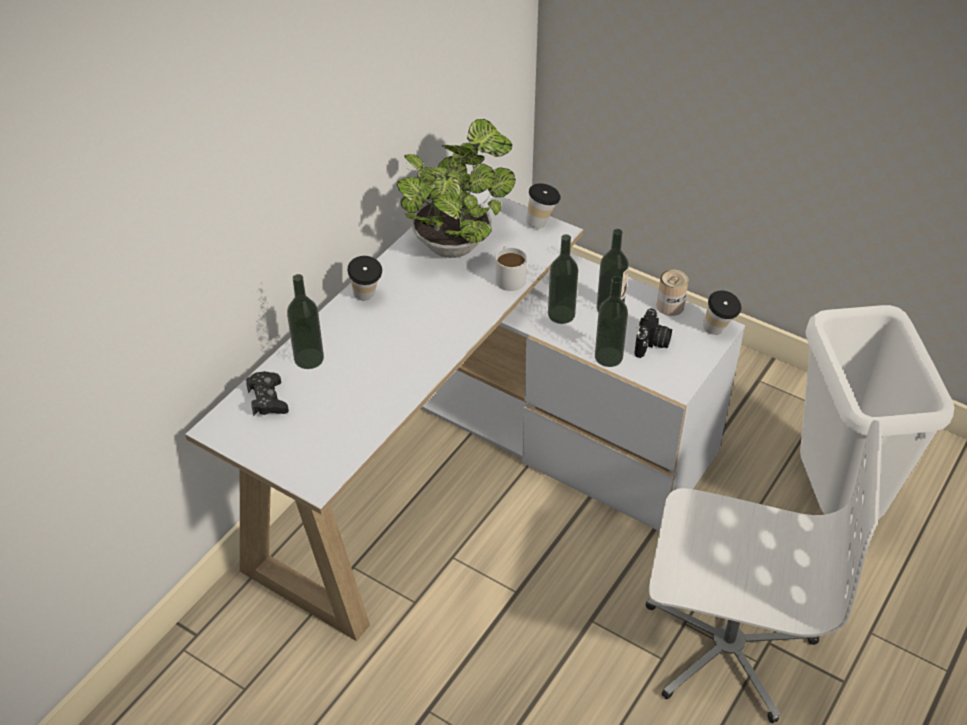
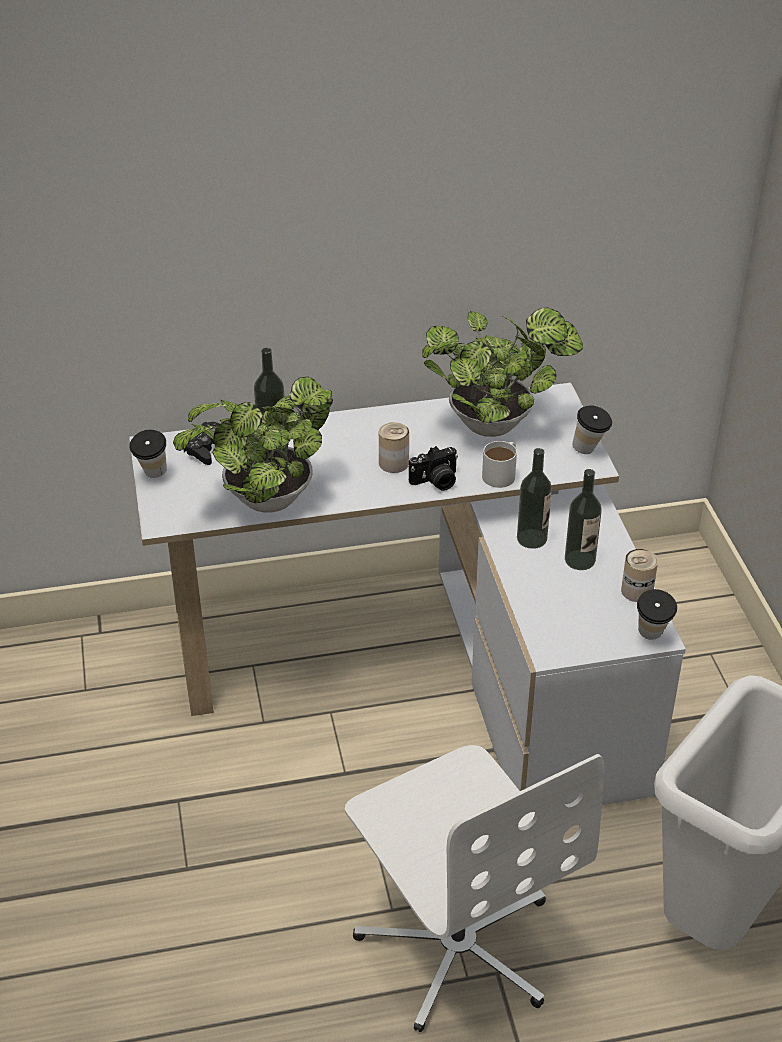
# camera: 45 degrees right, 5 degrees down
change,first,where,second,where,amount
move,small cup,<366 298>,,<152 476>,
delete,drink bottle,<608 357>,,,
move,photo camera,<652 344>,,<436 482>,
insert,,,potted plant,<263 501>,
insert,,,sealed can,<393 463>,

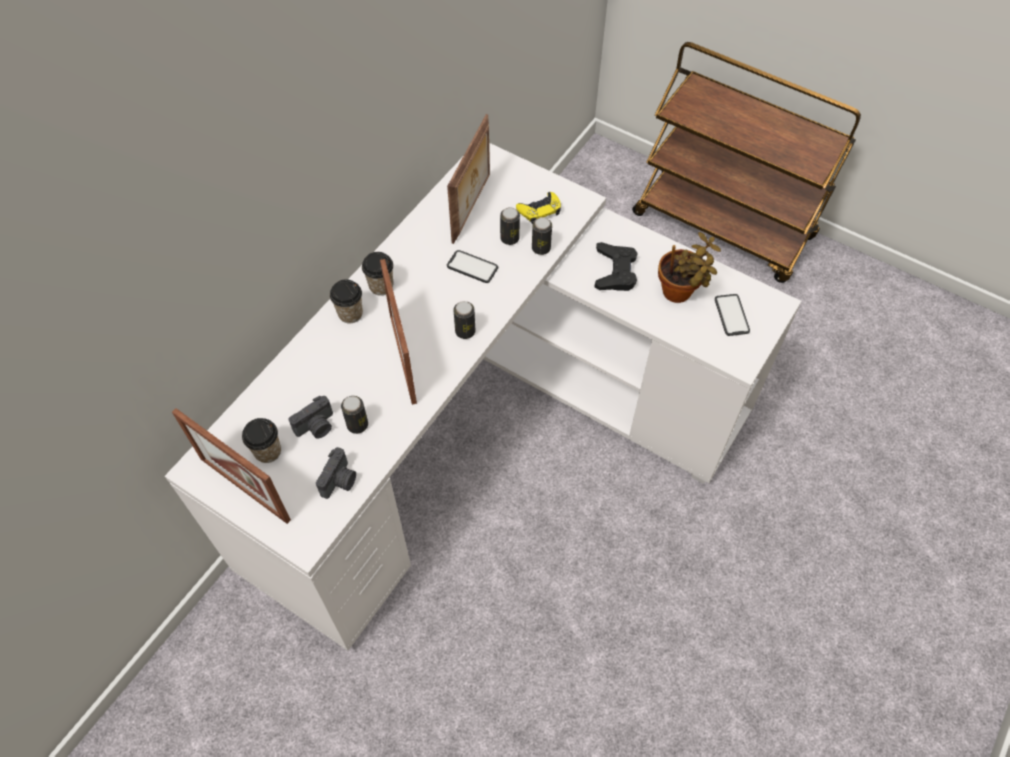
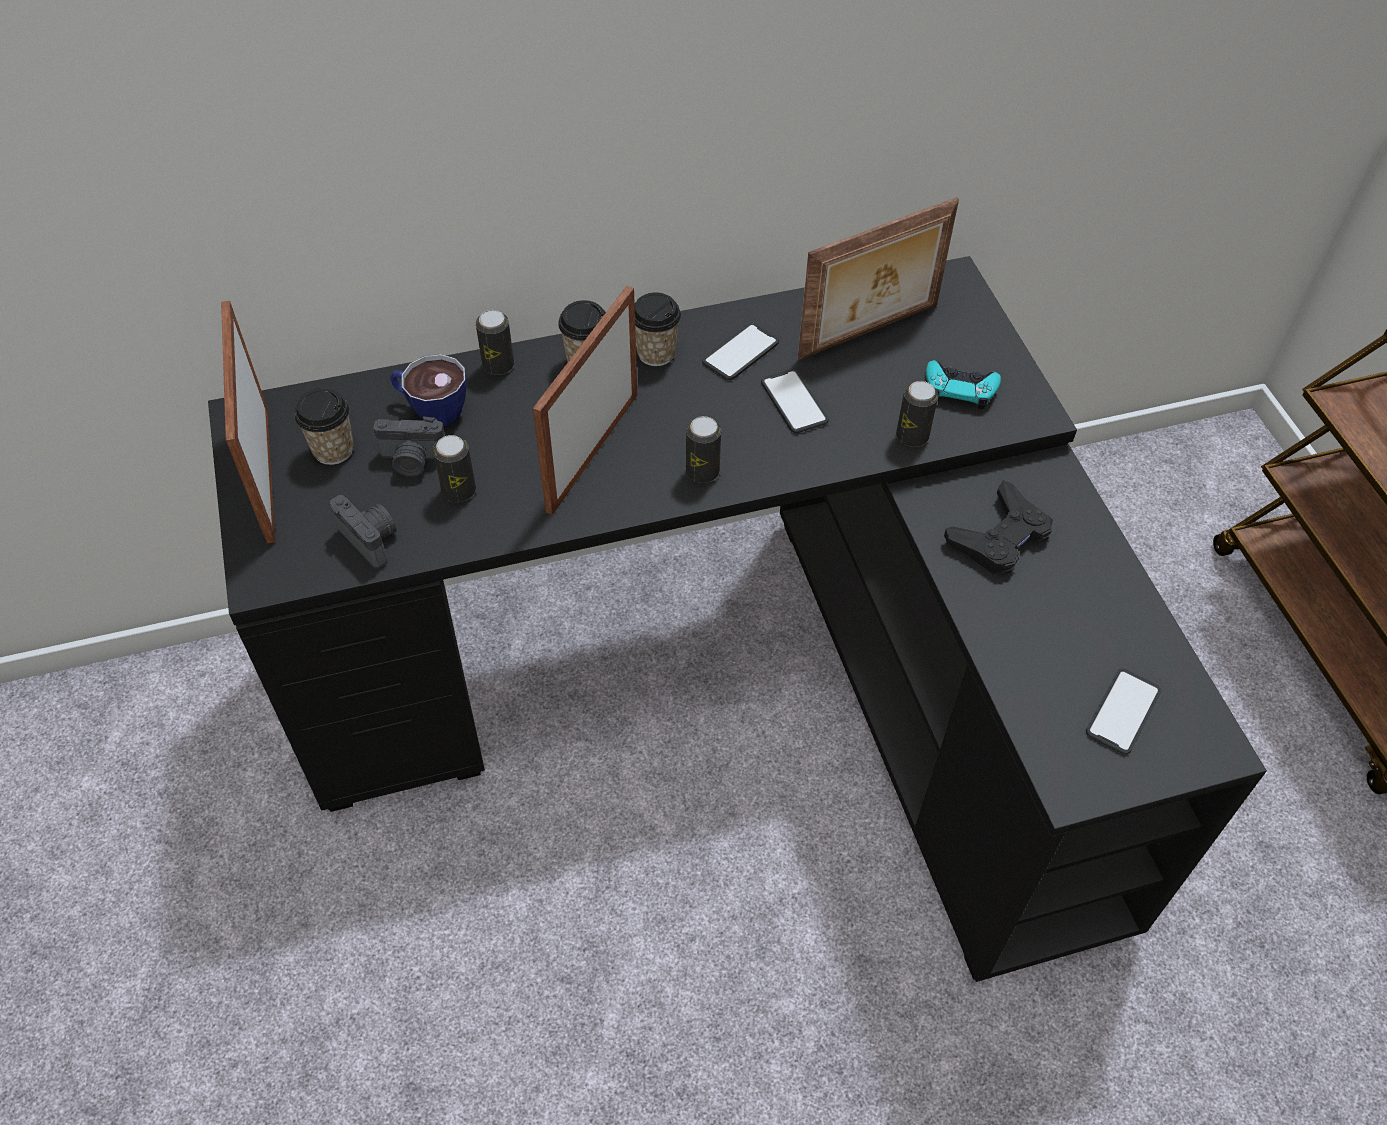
# camera: 40 degrees right, 5 degrees down
change,first,where,second,where,amount
recolor,white-coloured desk unit,<485 432>,black desk unit,<733 683>,
rotate,photo camera,<340 481>,,<371 539>,105 degrees counterclockwise
move,sealed can,<509 238>,,<498 365>,
recolor,yellow game controller,<539 210>,turquoise game controller,<960 389>,
delete,potted plant,<679 293>,,,
insert,,,small cup,<431 409>,
insert,,,telephone,<740 352>,

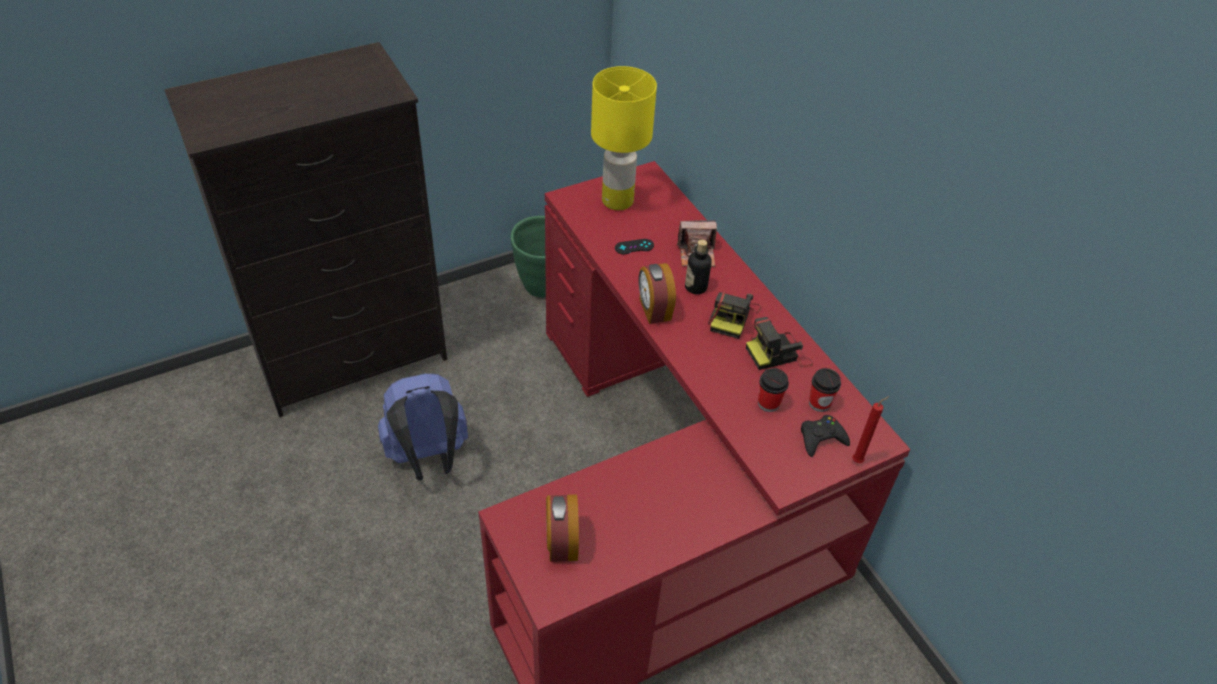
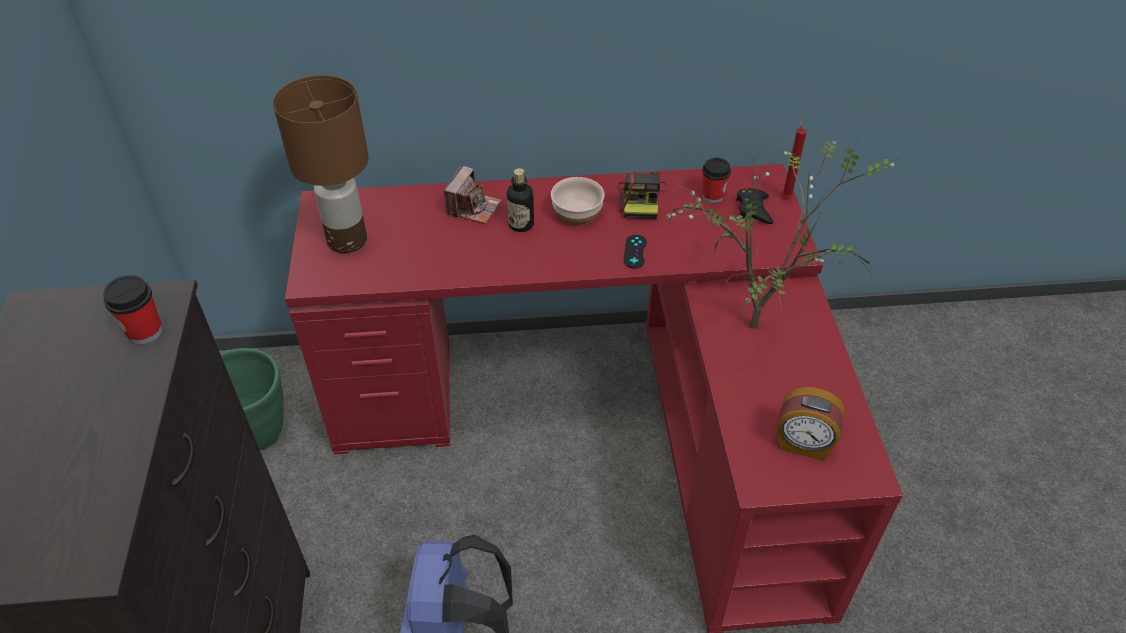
# camera: 65 degrees left, 0 degrees up
change,first,where,second,where,amount
recolor,yellow tabletop lamp,<617 201>,brown tabletop lamp,<348 241>,
move,black game controller,<634 247>,,<635 251>,
delete,bedside clock,<654 310>,,,
replace,photo camera,<732 317>,bowl,<577 213>,
move,small cup,<768 403>,,<145 332>,
insert,,,potted plant,<757 322>,

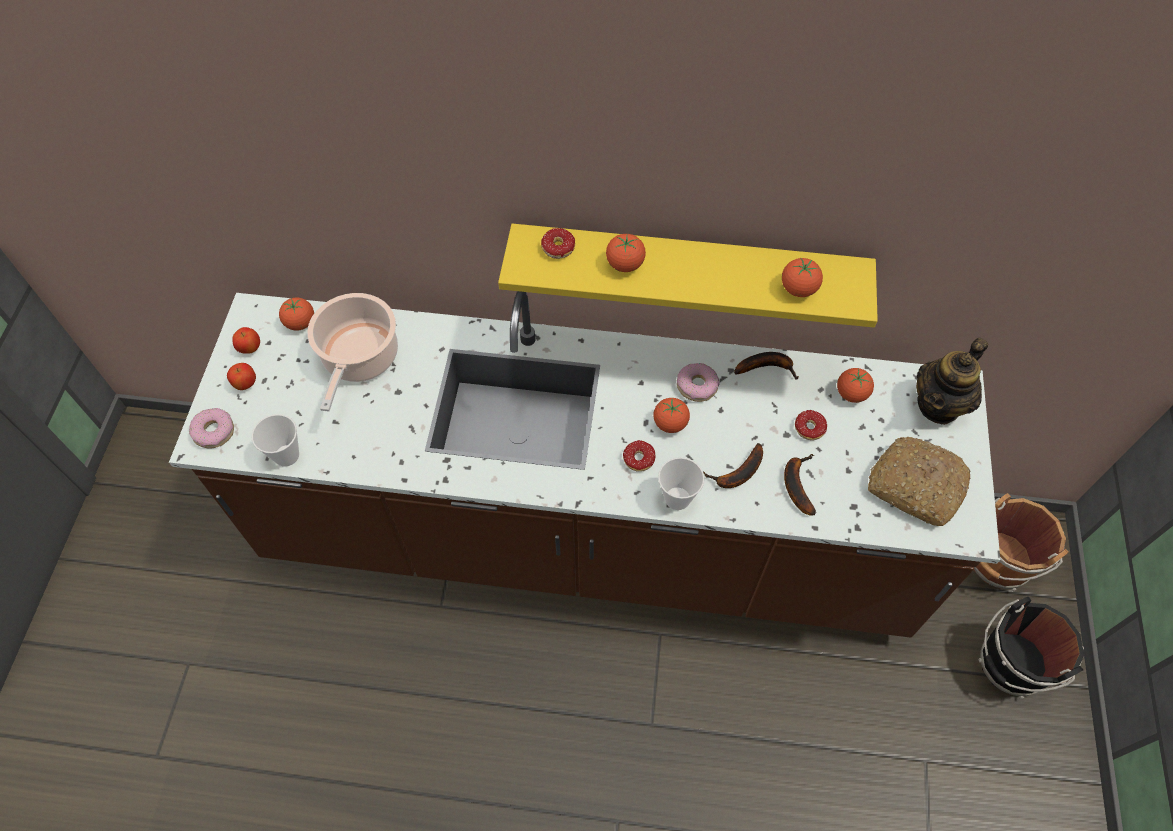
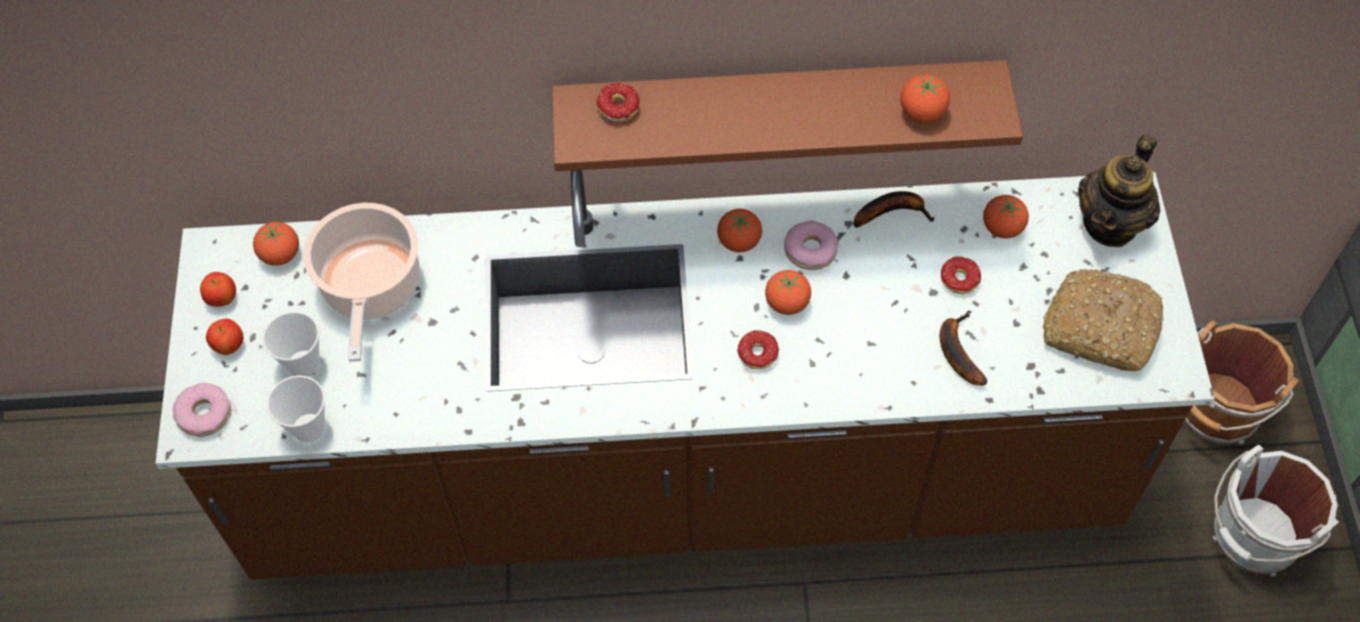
# camera: 10 degrees left, 0 degrees up
change,first,where,second,where,amount
recolor,yellow wall shelf,<687 269>,brown wall shelf,<777 107>,
move,fresh tomato,<625 264>,,<739 241>,
move,small cup,<677 498>,,<303 364>,
delete,banana,<737 474>,,,
recolor,black water bucket,<1009 666>,white-coloured water bucket,<1252 539>,

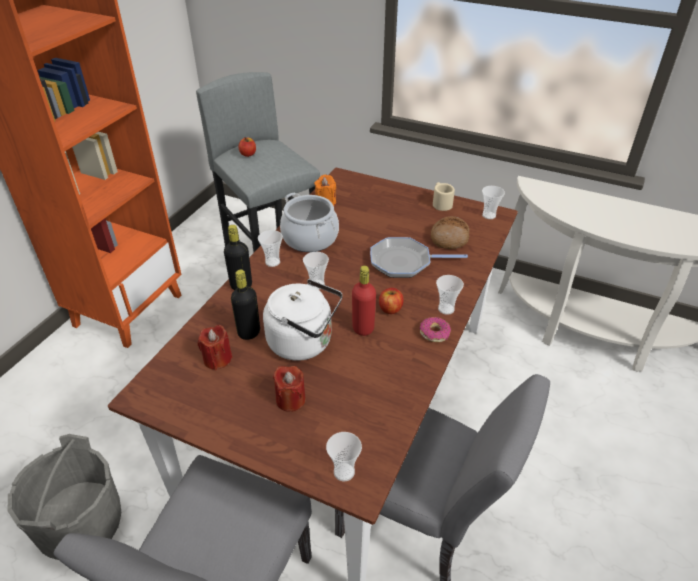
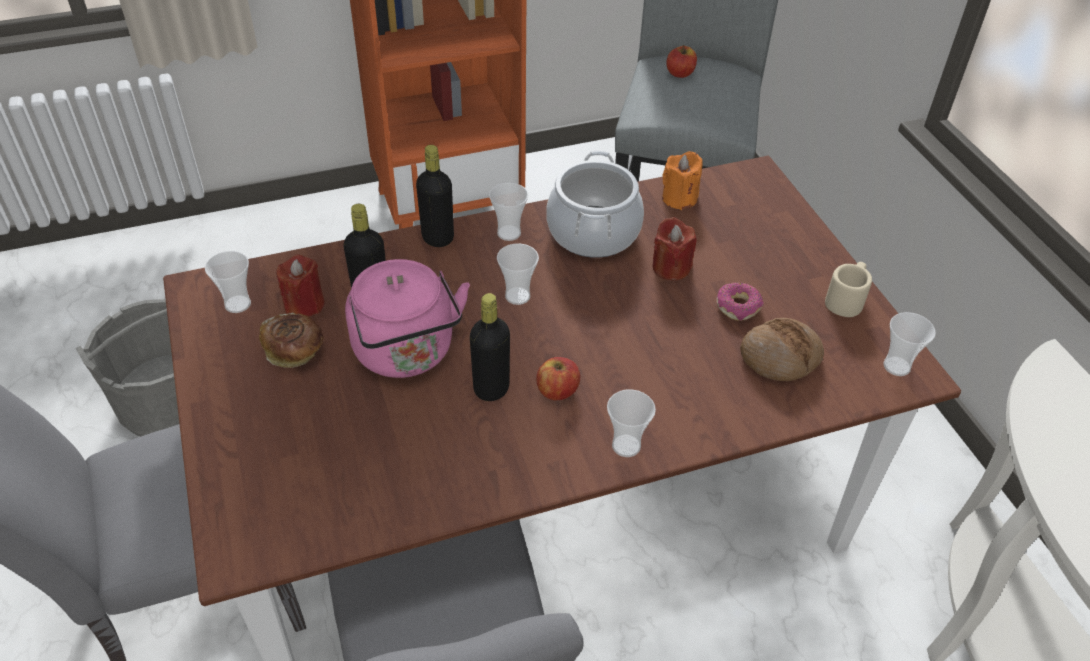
# camera: 45 degrees right, 5 degrees up
change,first,where,second,where,amount
recolor,white-coloured tea kettle,<304 342>,pink tea kettle,<407 354>,
move,red-coloured wax light,<290 400>,,<671 268>,
move,small cup,<344 472>,,<237 304>,
recolor,red-coloured drink bottle,<363 328>,black drink bottle,<491 388>,
delete,skillet,<404 262>,,,
move,ring doughnut,<434 333>,,<738 307>,
insert,,,baked bread,<295 351>,

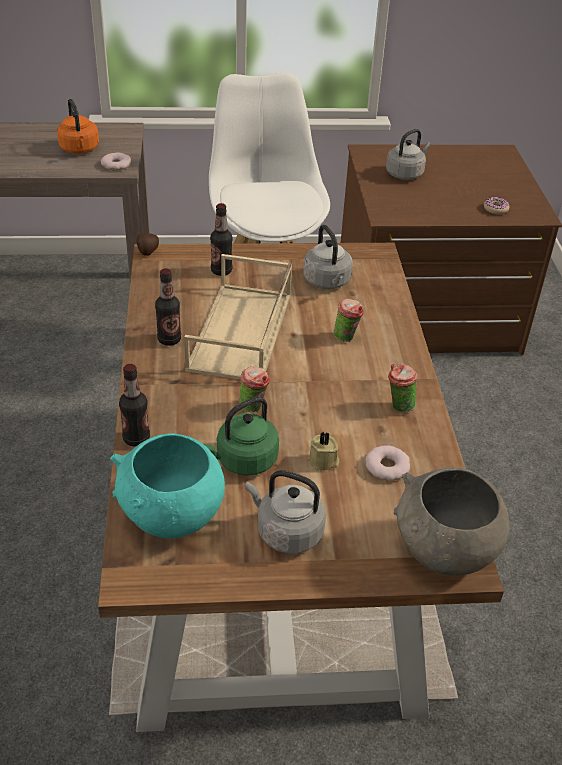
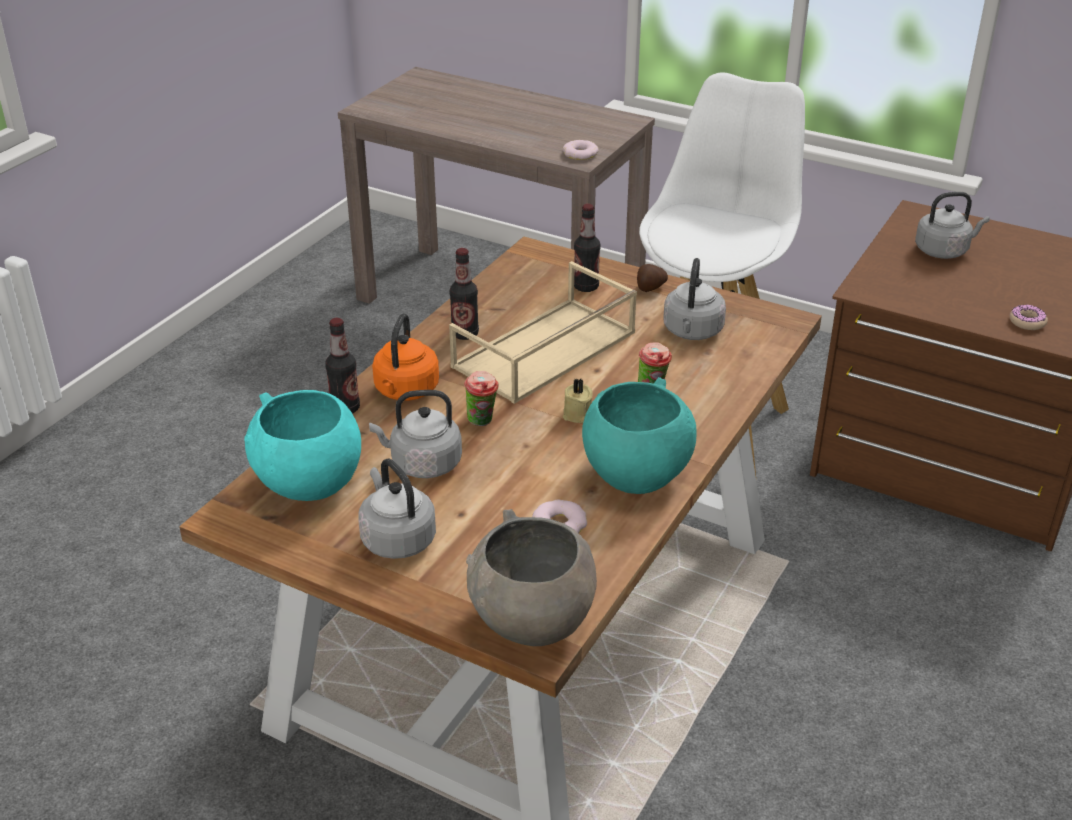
# camera: 35 degrees right, 5 degrees down
change,first,where,second,where,amount
move,orange-coloured tea kettle,<80 150>,,<405 391>,
move,whole potato,<147 252>,,<650 288>,
recolor,green-coloured tea kettle,<243 461>,grey tea kettle,<422 464>,
move,beige-coloured wax light,<323 462>,,<578 415>,
replace,small cup,<398 406>,turquoise bowl,<635 476>,

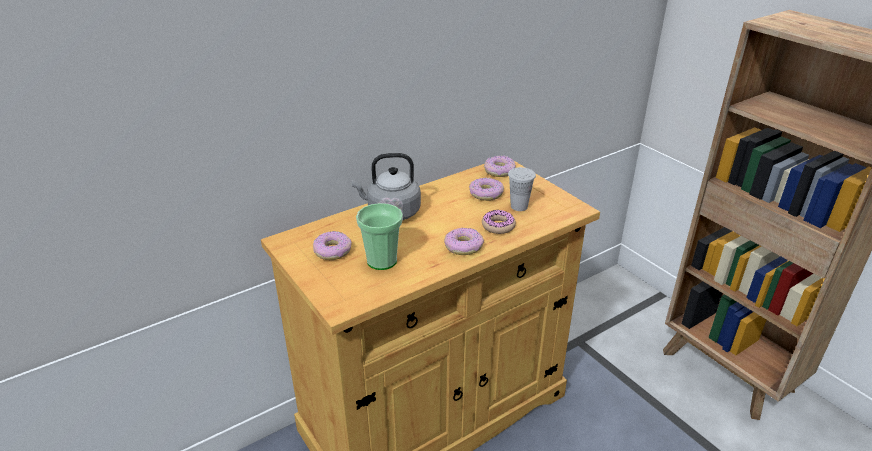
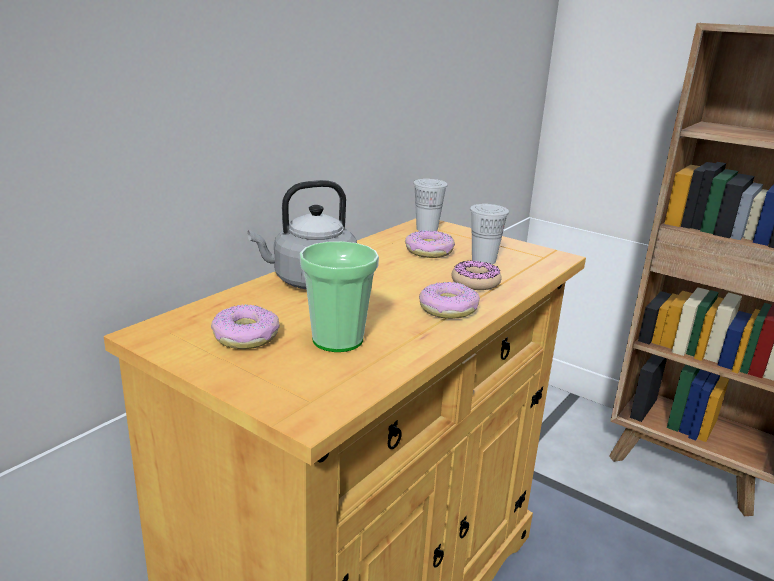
# camera: 20 degrees left, 10 degrees down
change,first,where,second,where,amount
replace,ring doughnut,<499 171>,white-coloured small cup,<427 229>,

